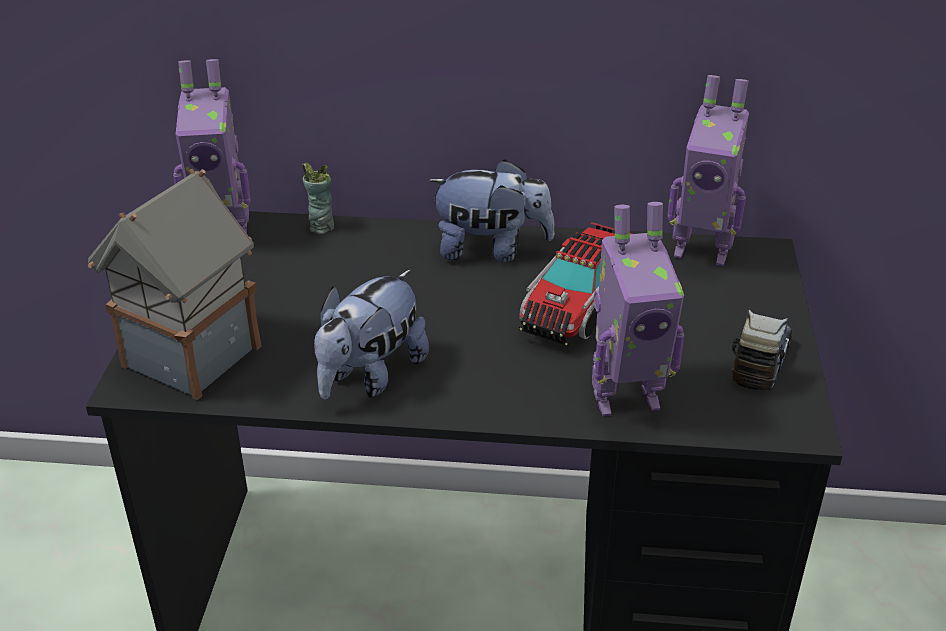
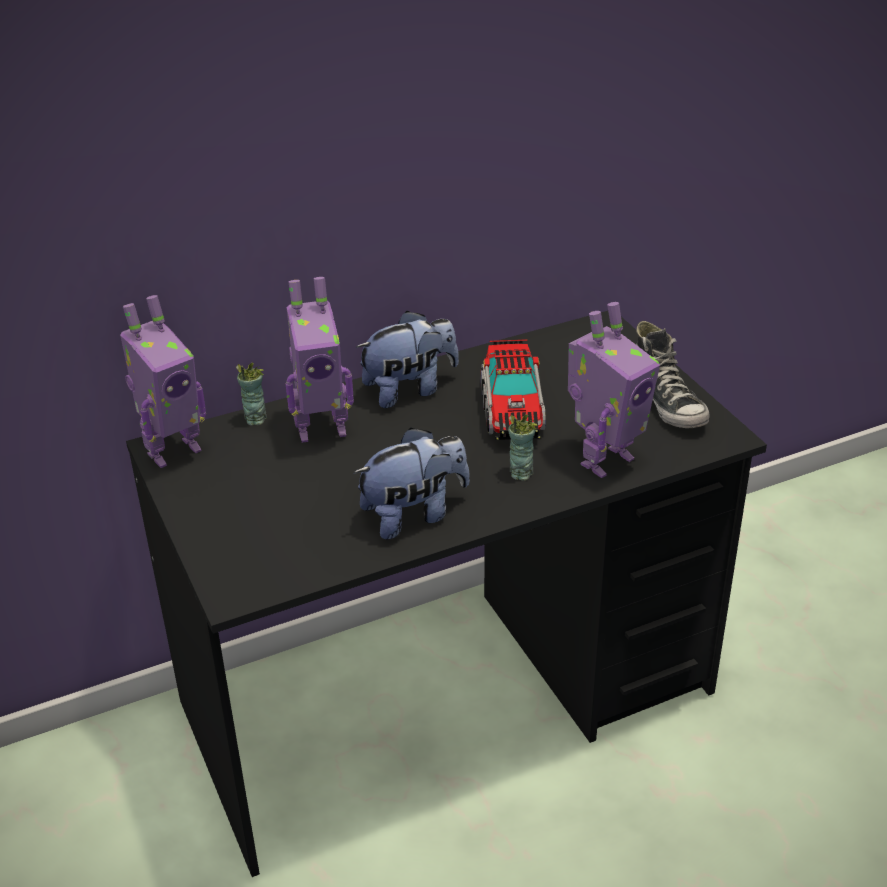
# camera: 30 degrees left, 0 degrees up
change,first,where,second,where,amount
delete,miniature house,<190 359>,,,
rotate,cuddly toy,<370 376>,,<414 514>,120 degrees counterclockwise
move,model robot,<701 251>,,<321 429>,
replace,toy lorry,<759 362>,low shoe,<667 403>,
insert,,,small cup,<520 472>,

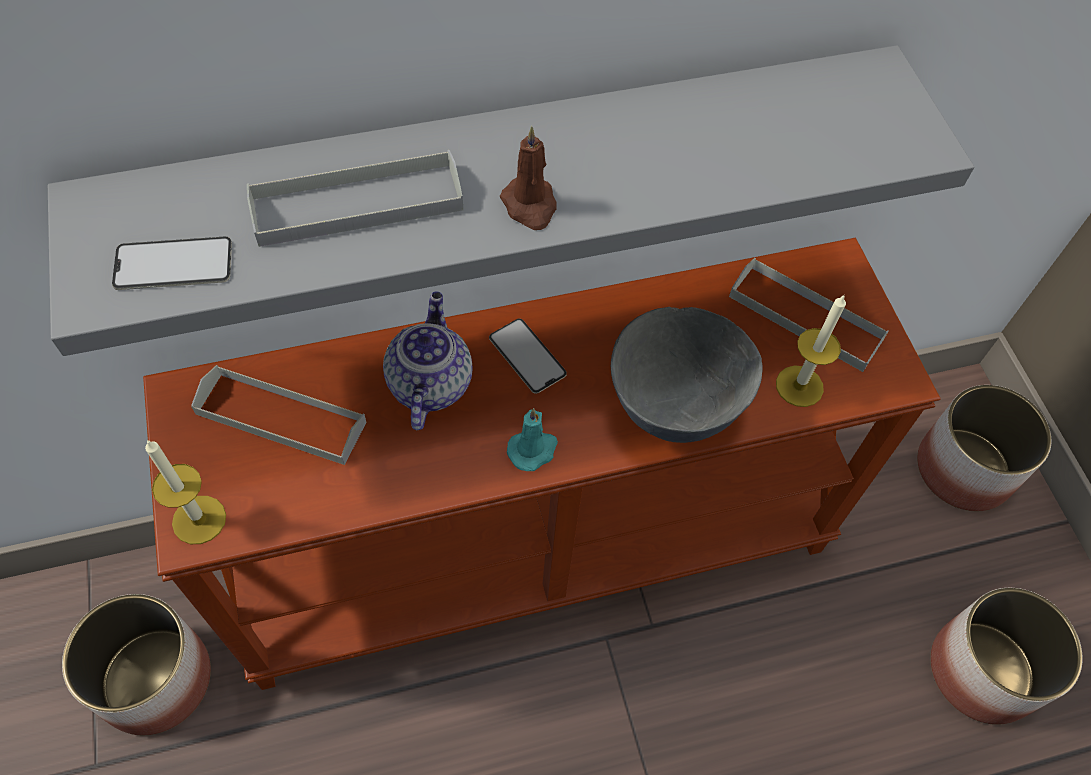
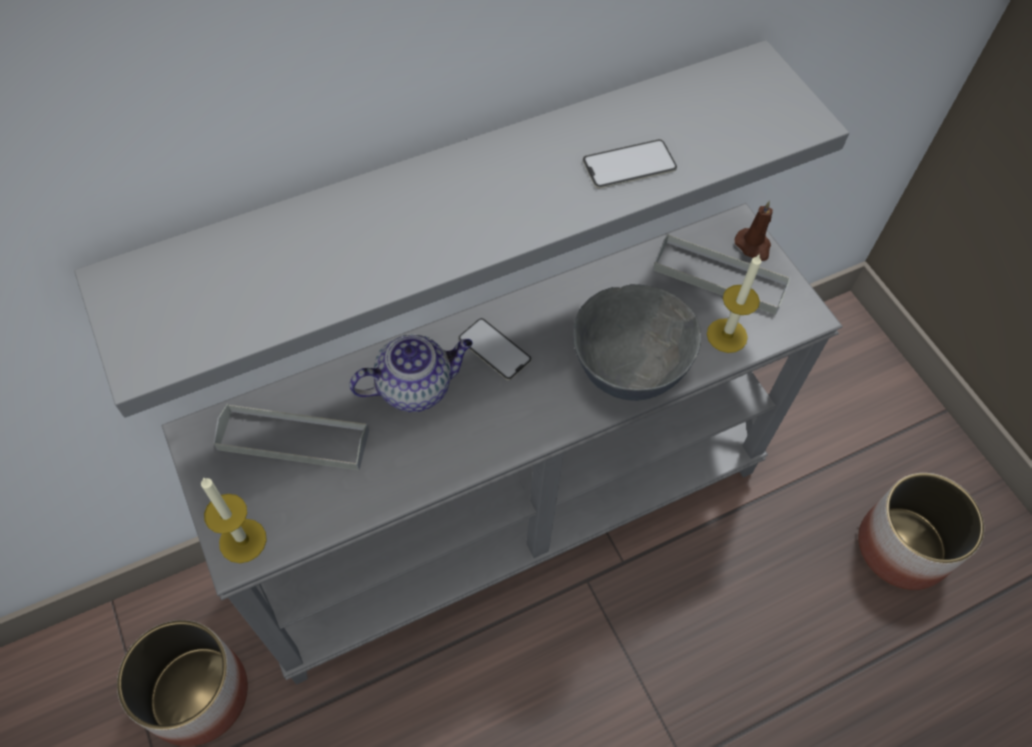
# camera: 10 degrees left, 0 degrees up
change,first,where,second,where,amount
move,telephone,<173 264>,,<629 164>,
recolor,brown hall table,<535 543>,grey hall table,<509 511>,
delete,grey carrying tray,<357 204>,,,
rotate,pot for tea,<429 383>,,<416 386>,75 degrees clockwise
move,brown wax light,<530 206>,,<753 246>,
delete,turquoise wax light,<533 450>,,,
delete,flower pot,<962 468>,,,

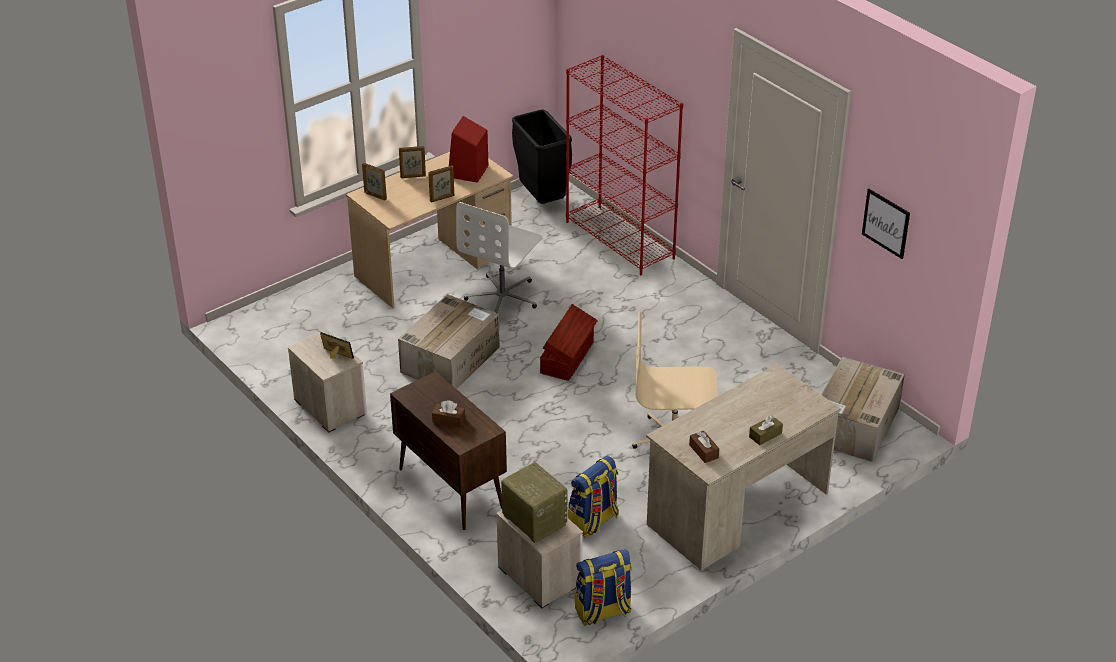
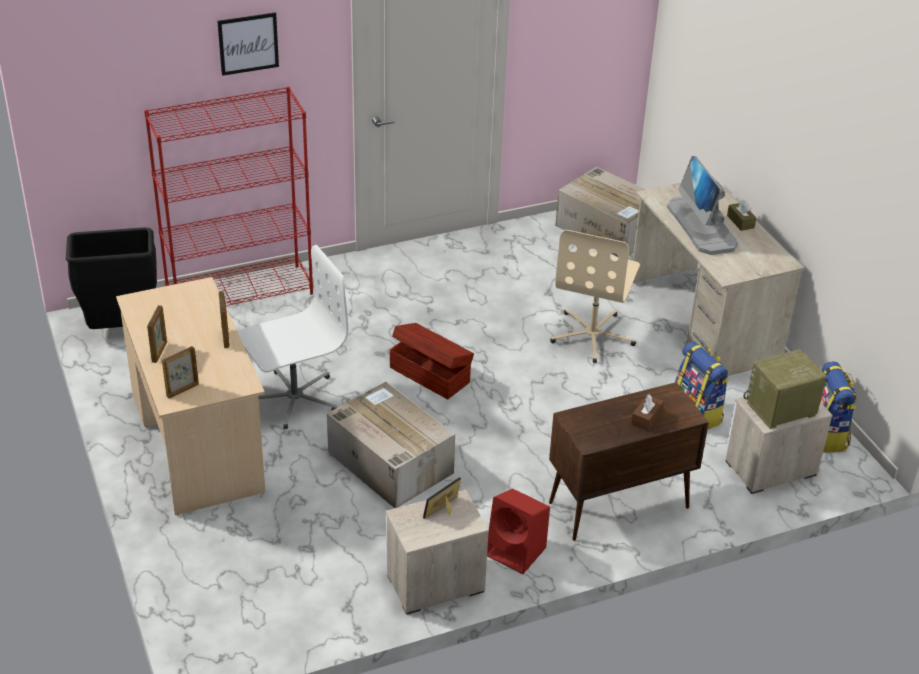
# camera: 75 degrees left, 0 degrees up
change,first,where,second,where,amount
move,red-coloured speaker,<468 172>,,<517 552>,
rotate,white-coloured computer chair,<503 297>,,<294 398>,75 degrees counterclockwise
delete,brown box of tissues,<703 451>,,,
move,wall art,<886 223>,,<248 43>,
insert,,,computer screen,<702 226>,

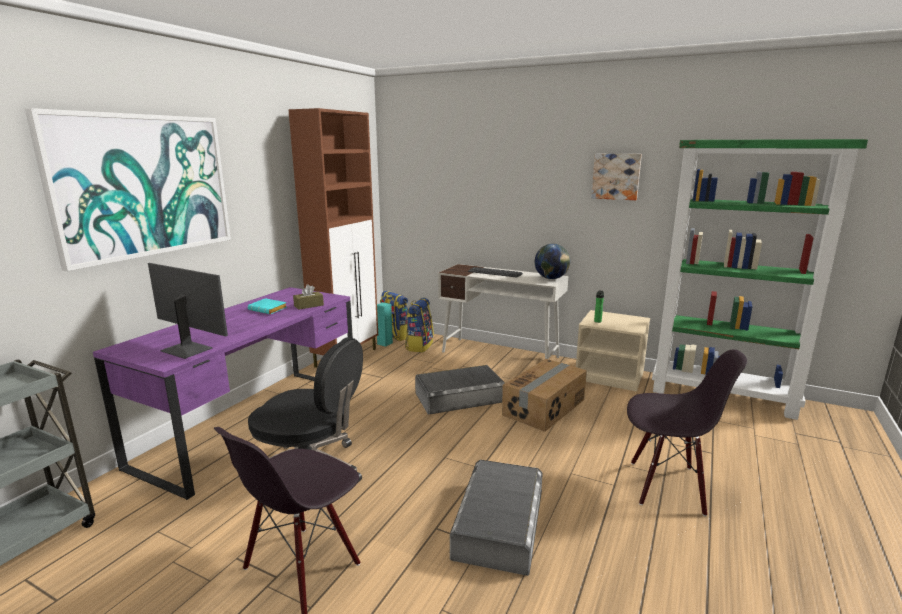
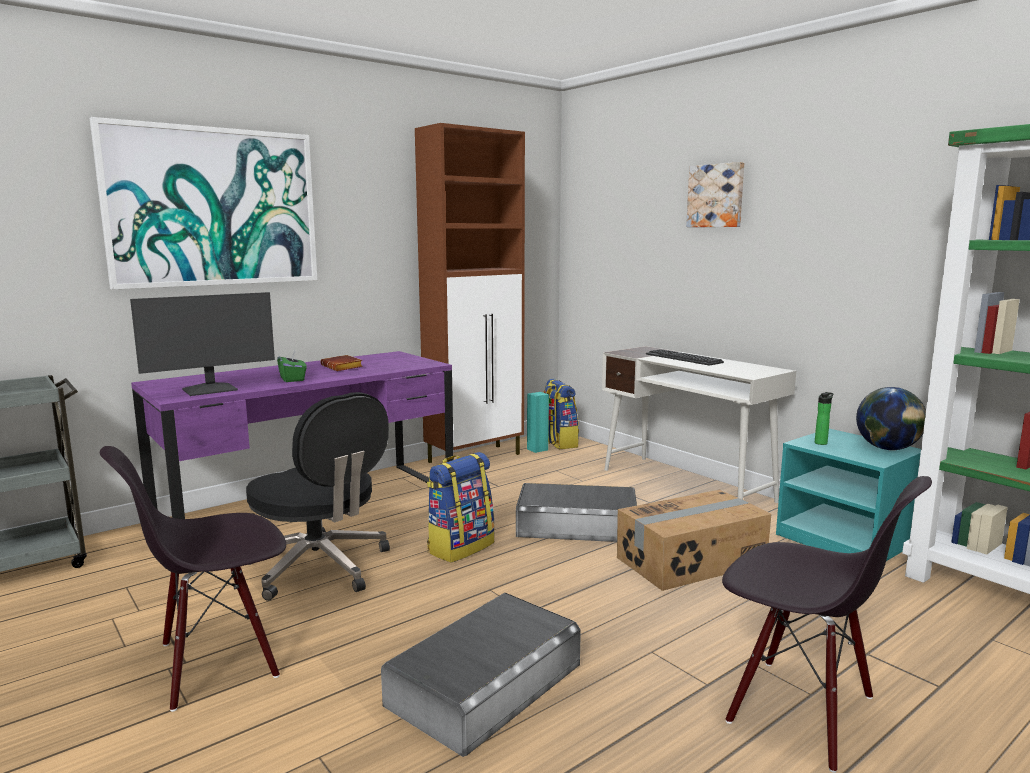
# camera: 25 degrees right, 5 degrees down
change,first,where,second,where,amount
rotate,computer screen,<187 349>,,<210 390>,90 degrees clockwise
recolor,turquoise book,<269 309>,brown book,<343 367>,
delete,brown box of tissues,<308 305>,,,
move,rucksack,<419 346>,,<460 547>,
move,globe,<551 278>,,<887 449>,
recolor,beige-coloured bedside table,<610 376>,turquoise bedside table,<845 541>,
move,wall art,<616 176>,,<716 196>,
insert,,,green-coloured box of tissues,<292 379>,

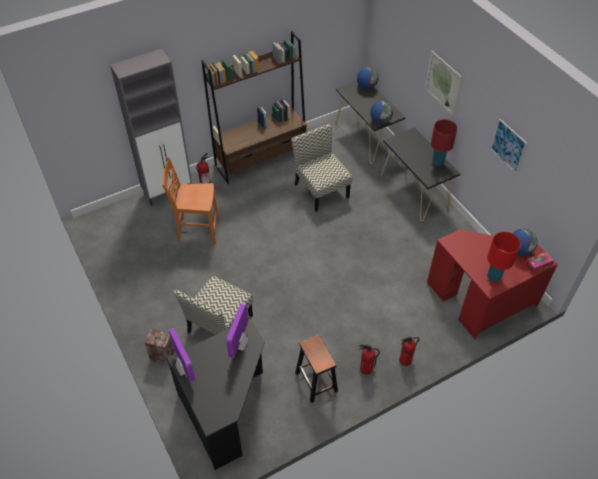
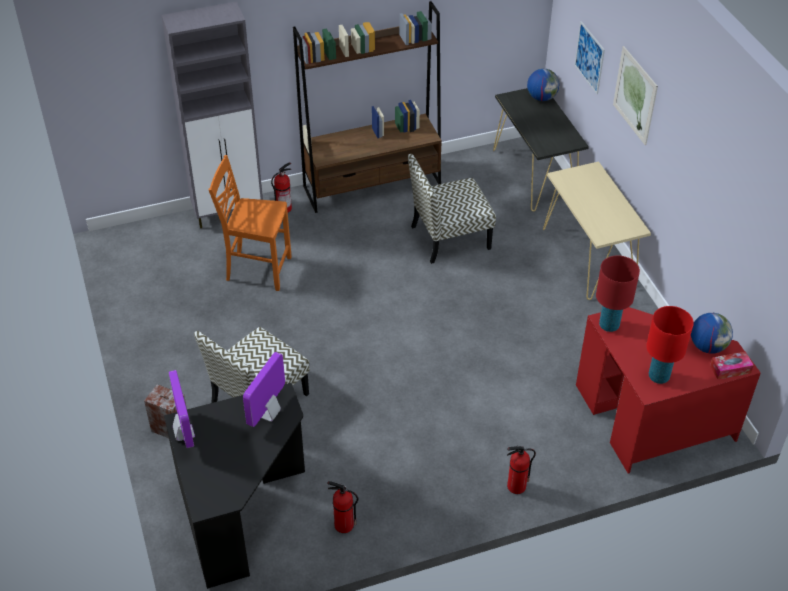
# camera: 10 degrees right, 5 degrees down
change,first,where,second,where,amount
rotate,upright chair,<321 190>,,<449 238>,90 degrees counterclockwise
delete,brown stool,<316 382>,,,
move,extinguisher,<365 369>,,<343 525>,
delete,globe,<380 121>,,,
recolor,black hall table,<414 192>,beige-coloured hall table,<588 258>,
move,red-coloured tabletop lamp,<438 162>,,<608 325>,
move,wall art,<508 146>,,<589 57>,

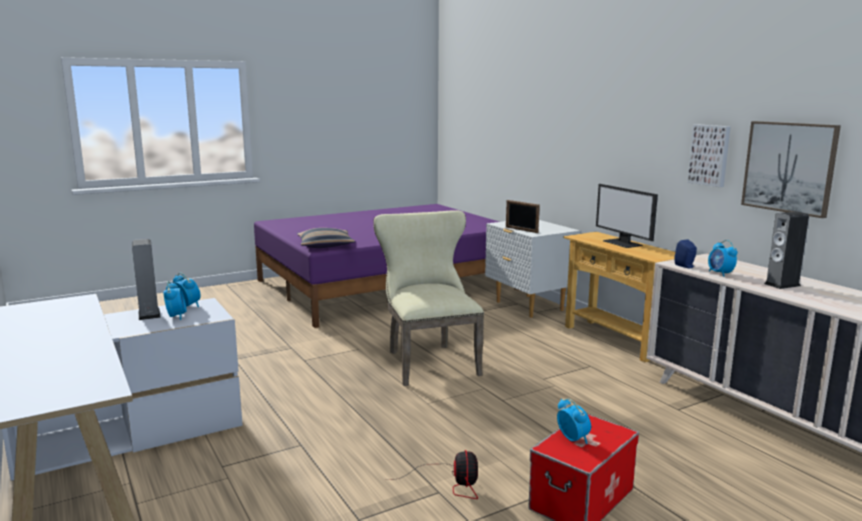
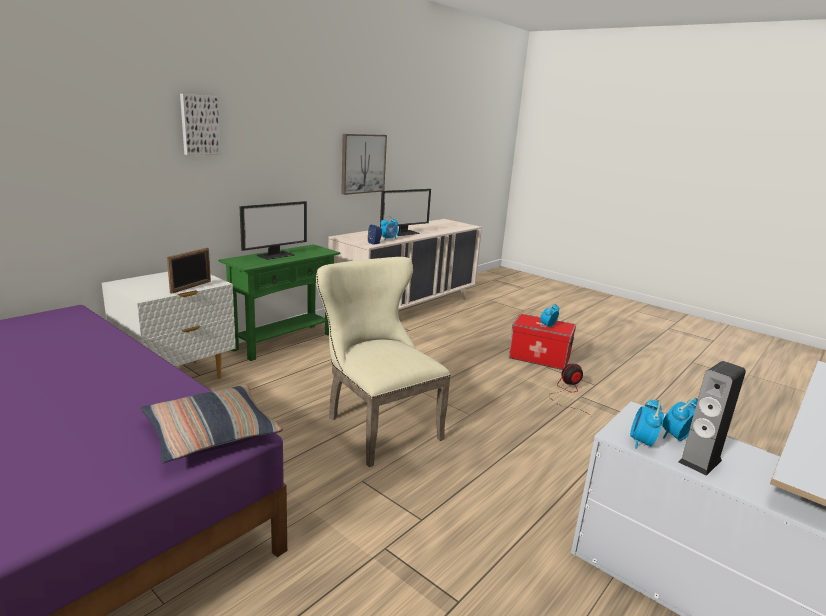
# camera: 110 degrees left, 5 degrees up
change,first,where,second,where,amount
rotate,beige-coloured upright chair,<428 361>,,<376 425>,90 degrees clockwise
recolor,beige-coloured hall table,<616 340>,green-coloured hall table,<283 341>,
move,wall art,<710 155>,,<200 125>,
replace,speaker,<782 284>,computer screen,<404 233>,

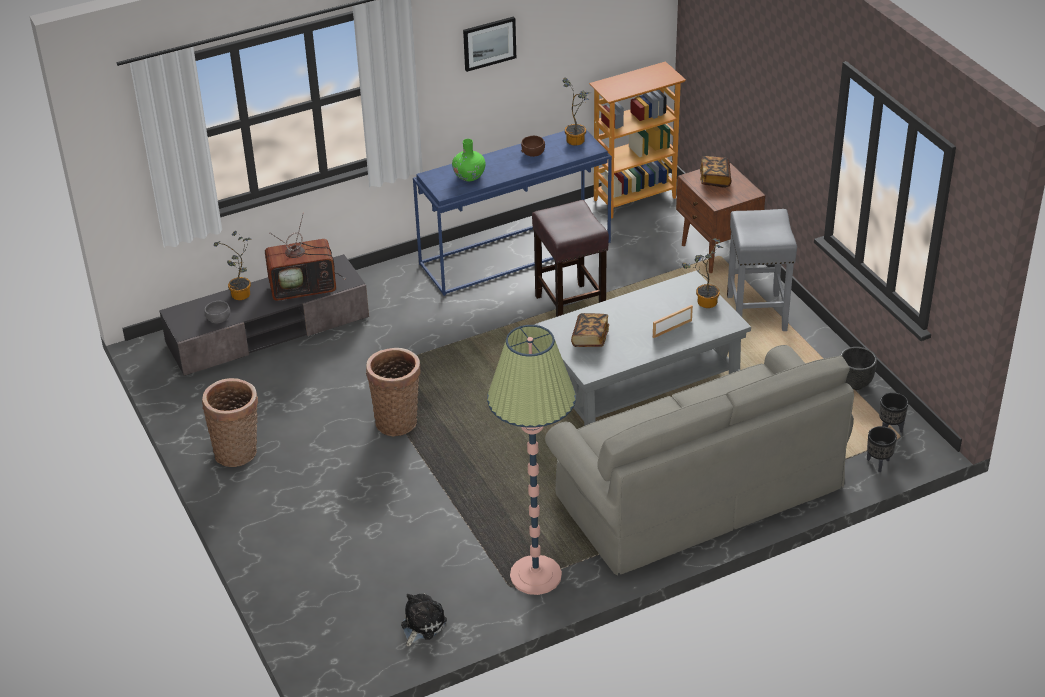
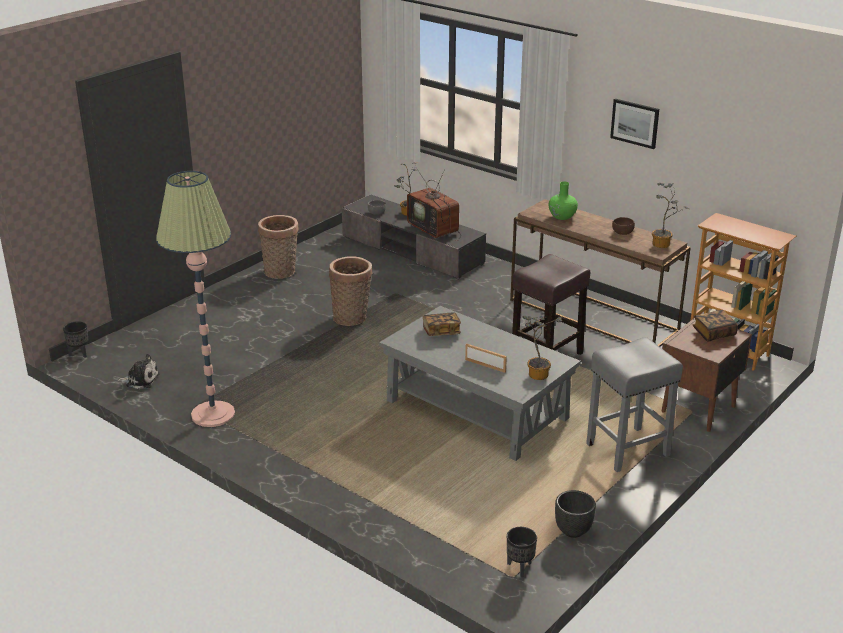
# camera: 65 degrees right, 10 degrees down
change,first,where,second,where,amount
recolor,blue-coloured hall table,<515 252>,brown hall table,<594 315>,
delete,grey settee,<698 491>,,,
move,black flower pot,<878 464>,,<79 354>,

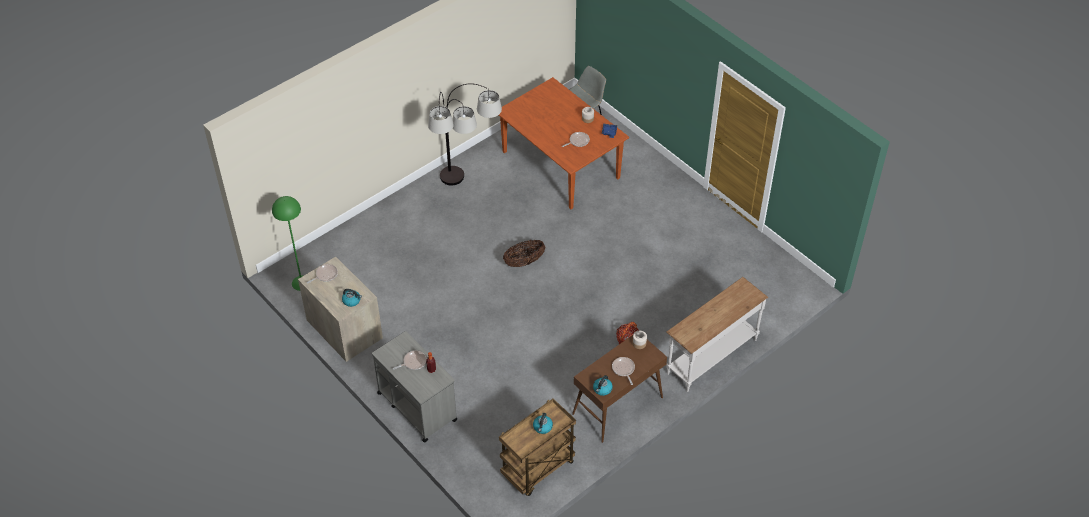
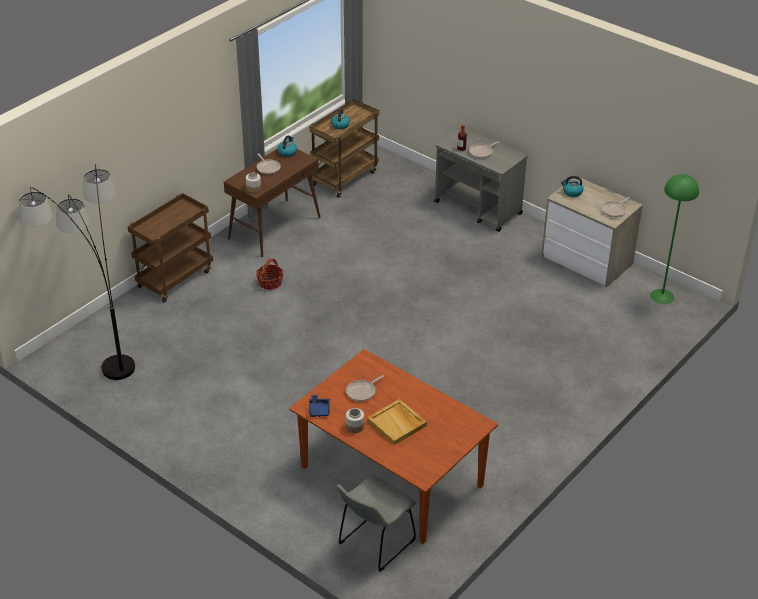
# camera: 170 degrees right, 10 degrees down
change,first,where,second,where,amount
move,standard lamp,<464 196>,,<99 346>,
delete,storage basket,<524 262>,,,
replace,white-coloured hall table,<711 356>,brown wheeled cart,<175 278>,
insert,,,beige-coloured carrying tray,<397 423>,

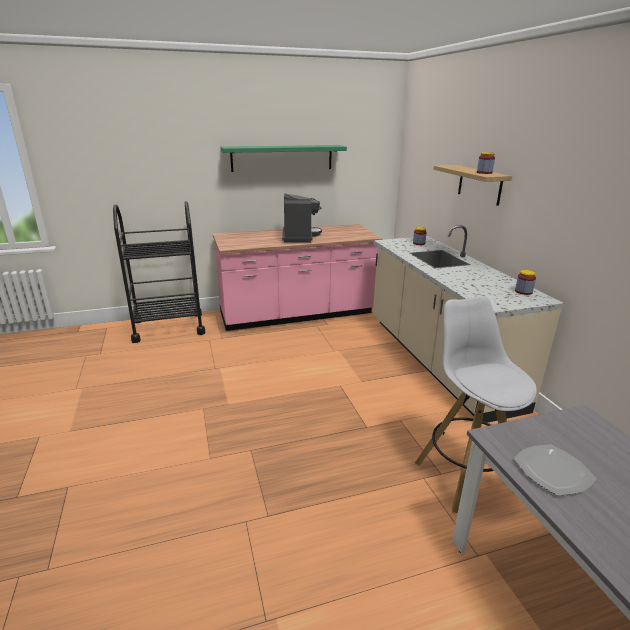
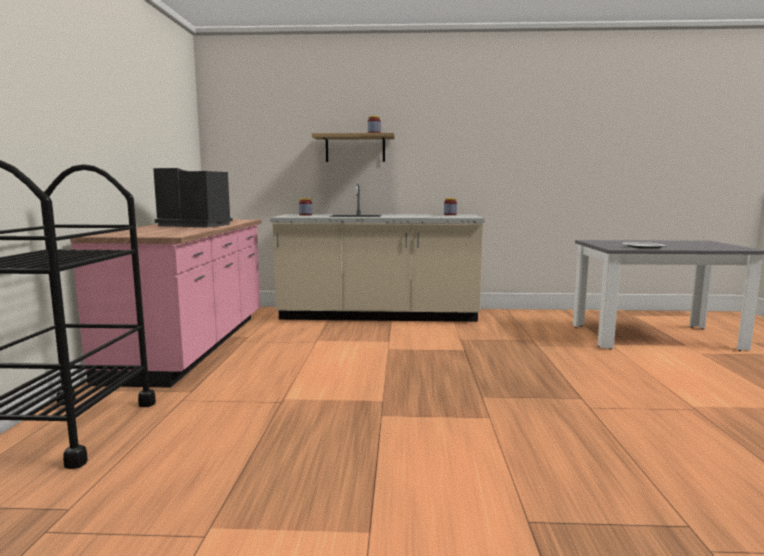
# camera: 70 degrees left, 15 degrees down
change,first,where,second,where,amount
delete,green-coloured wall shelf,<282 158>,,,
delete,white-coloured stool,<464 475>,,,

